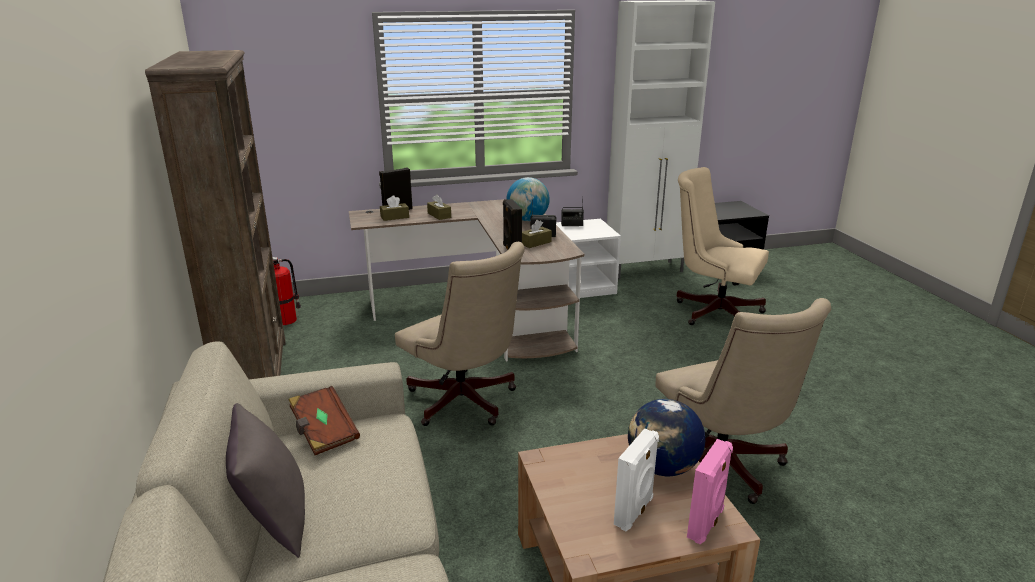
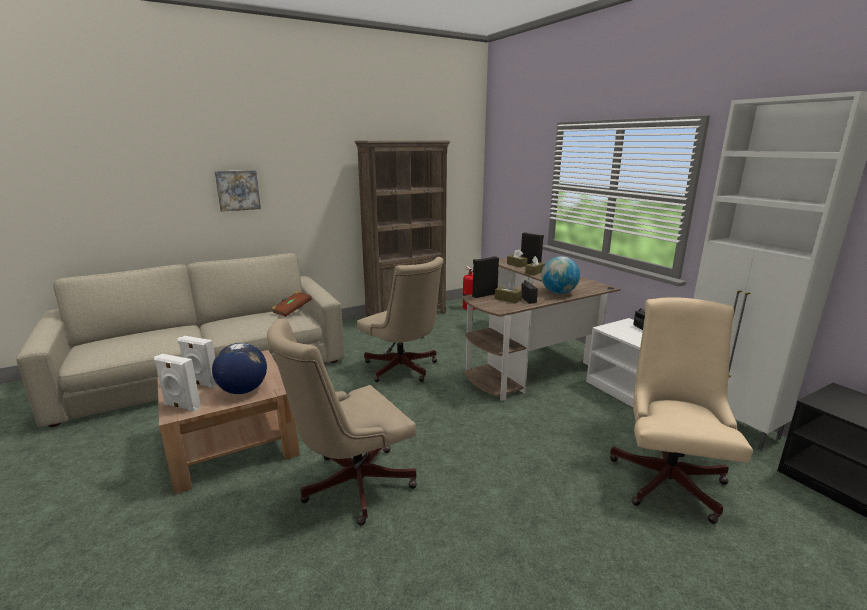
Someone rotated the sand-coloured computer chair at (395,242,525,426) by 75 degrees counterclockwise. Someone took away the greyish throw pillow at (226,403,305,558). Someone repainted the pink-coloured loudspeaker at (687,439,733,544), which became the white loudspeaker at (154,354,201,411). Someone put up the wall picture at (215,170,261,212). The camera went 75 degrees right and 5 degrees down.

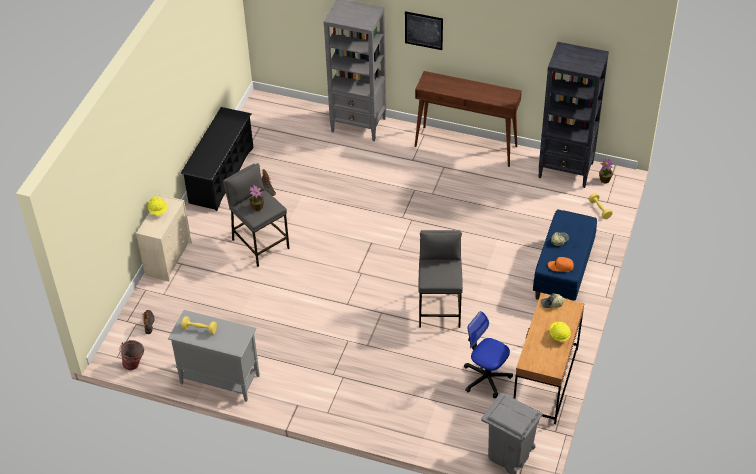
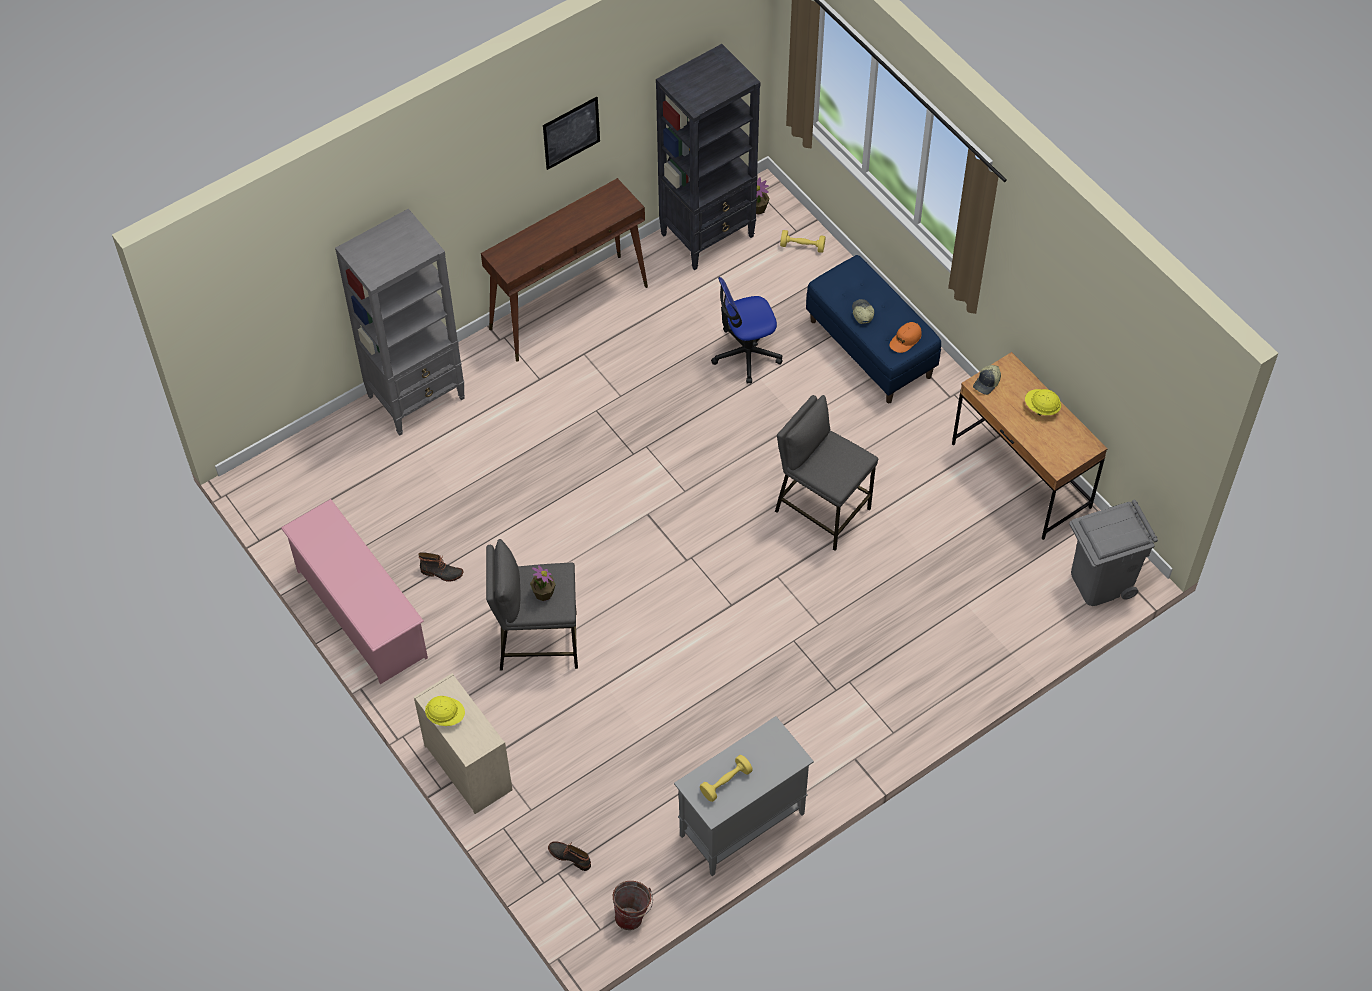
Someone carried the wall picture from (405,11,443,50) to (543,97,600,170). Someone repainted the black-coloured shoe shelf at (180,107,253,211), which became the pink-coloured shoe shelf at (281,499,428,684). Someone carried the computer chair from (464,311,513,398) to (711,277,783,384). The camera went 55 degrees left and 10 degrees up.

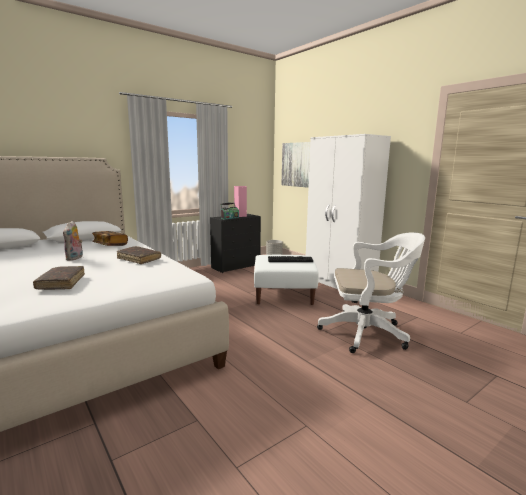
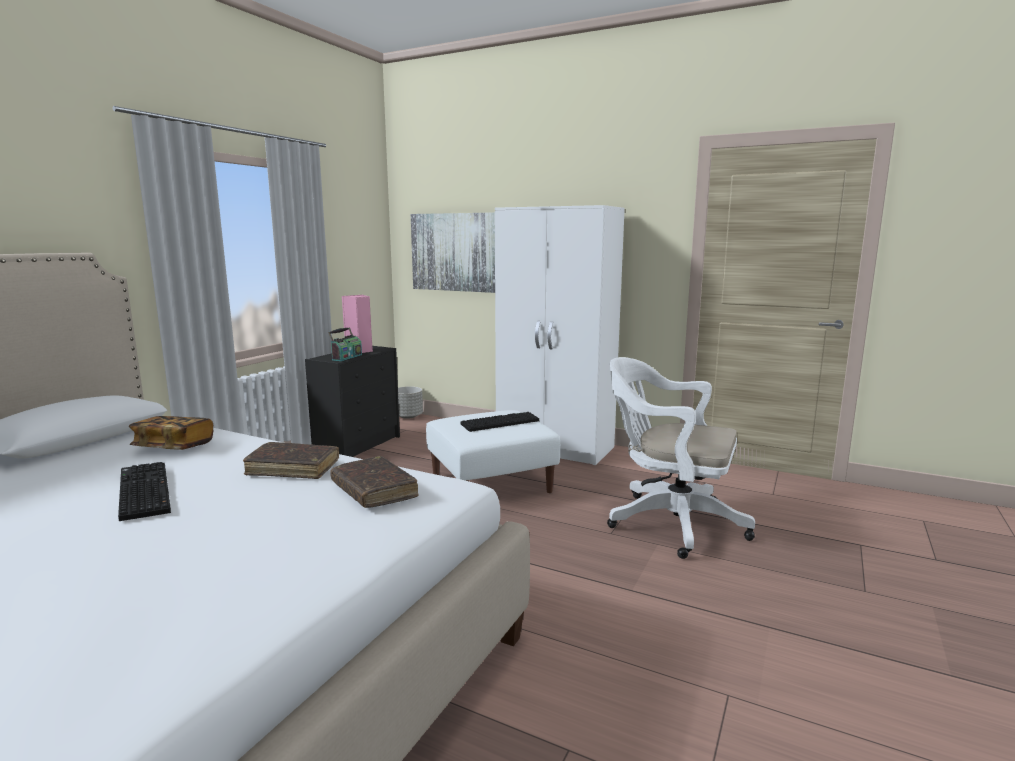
Someone swapped the soft toy at (63,221,83,261) for the computer keyboard at (118,462,171,521). Someone rotated the white computer chair at (317,232,425,353) by 135 degrees counterclockwise. Someone carried the brown bound book from (33,266,85,290) to (330,456,419,508). The camera went 25 degrees left and 0 degrees up.

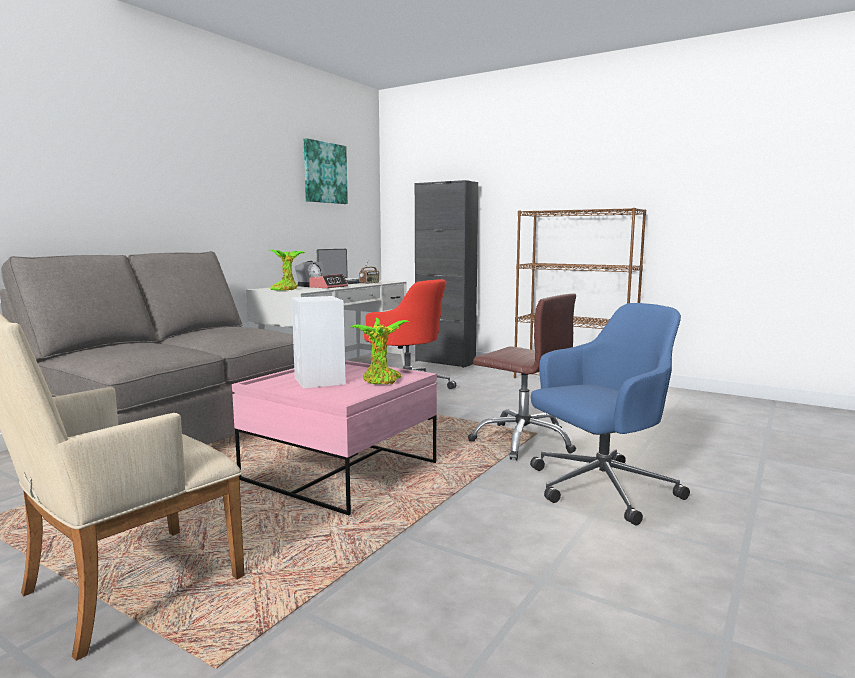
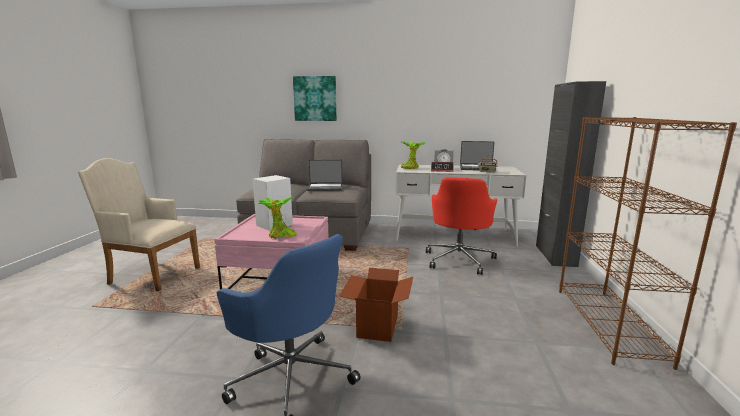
Someone carried the wall picture from (304,138,348,204) to (293,76,337,121). Someone swapped the brown computer chair at (468,293,576,460) for the cardboard box at (339,268,413,342). Someone put down the portable computer at (307,160,343,191). The camera went 65 degrees right and 5 degrees up.

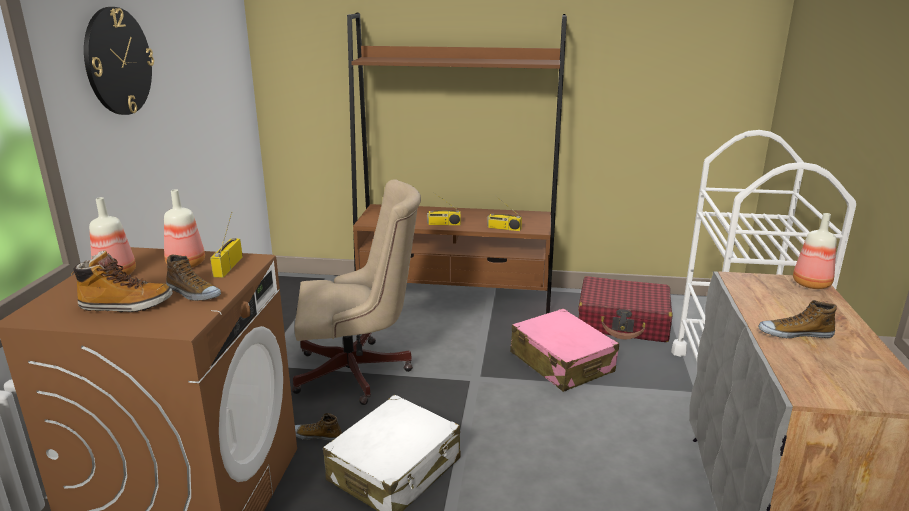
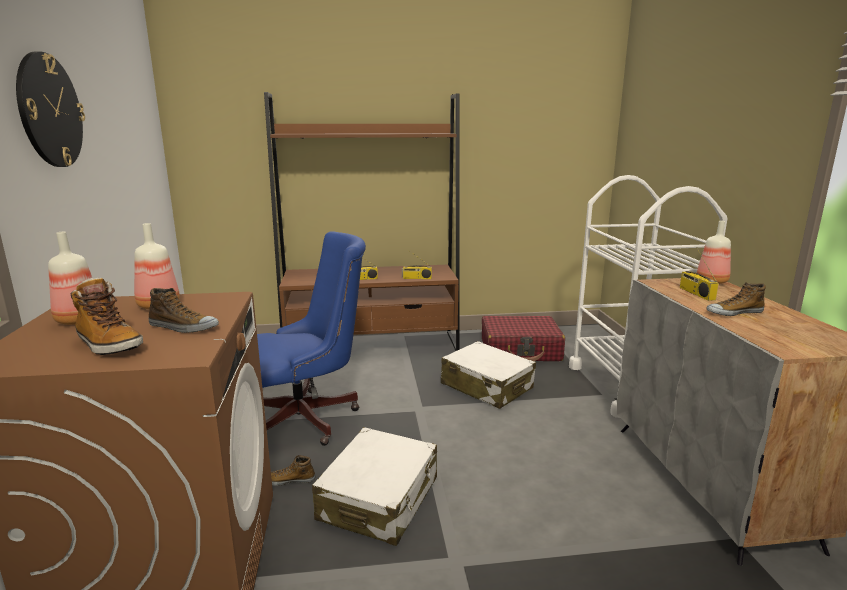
Someone repainted the sand-coloured computer chair at (292,179,421,405), which became the bluish computer chair at (257,231,366,446). Someone carried the radio from (210,212,243,278) to (680,247,719,301). Someone rotated the tall boot at (71,251,173,312) by 60 degrees clockwise. Someone repainted the pink-coloured piece of luggage at (510,308,619,392), which became the white piece of luggage at (441,341,536,409). The camera went 15 degrees left and 5 degrees down.

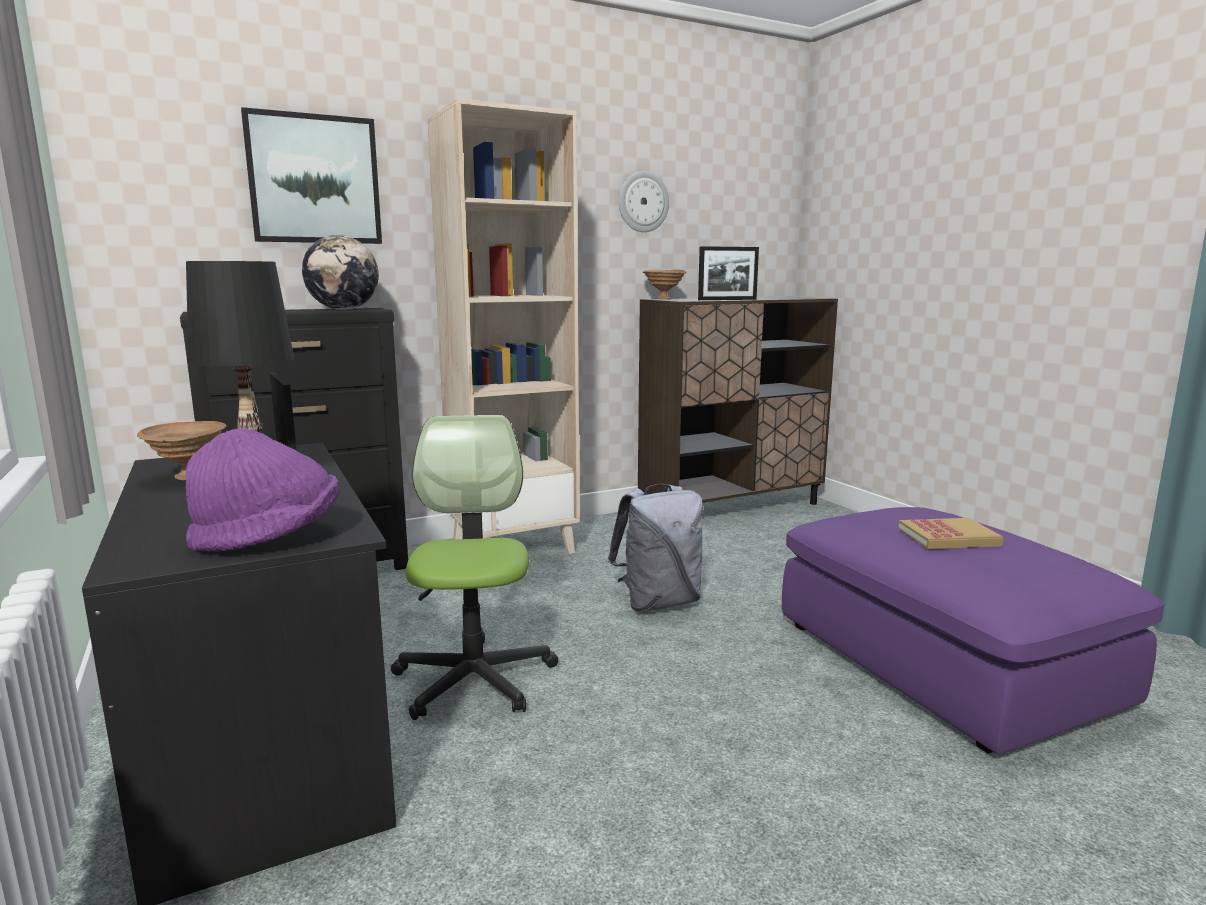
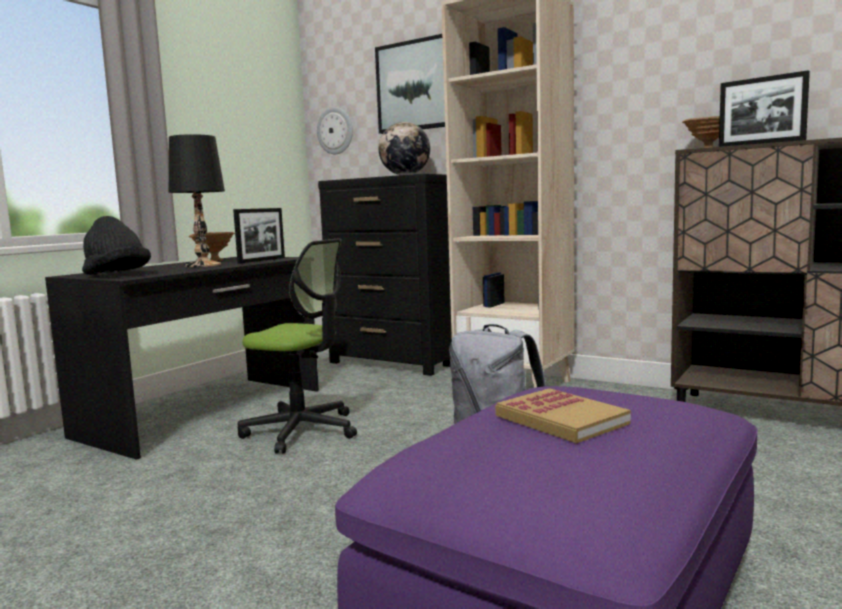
Someone carried the clock on the wall from (619,171,669,232) to (317,107,353,154). Someone rotated the computer chair at (391,415,558,720) by 60 degrees clockwise. Someone repainted the purplish hat at (186,428,340,552), which became the black-coloured hat at (82,216,151,275). The camera went 60 degrees right and 5 degrees down.

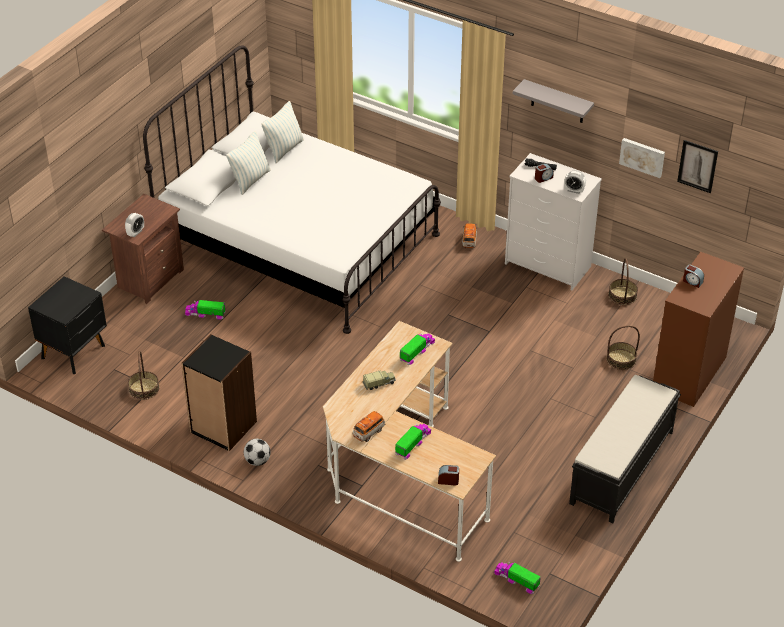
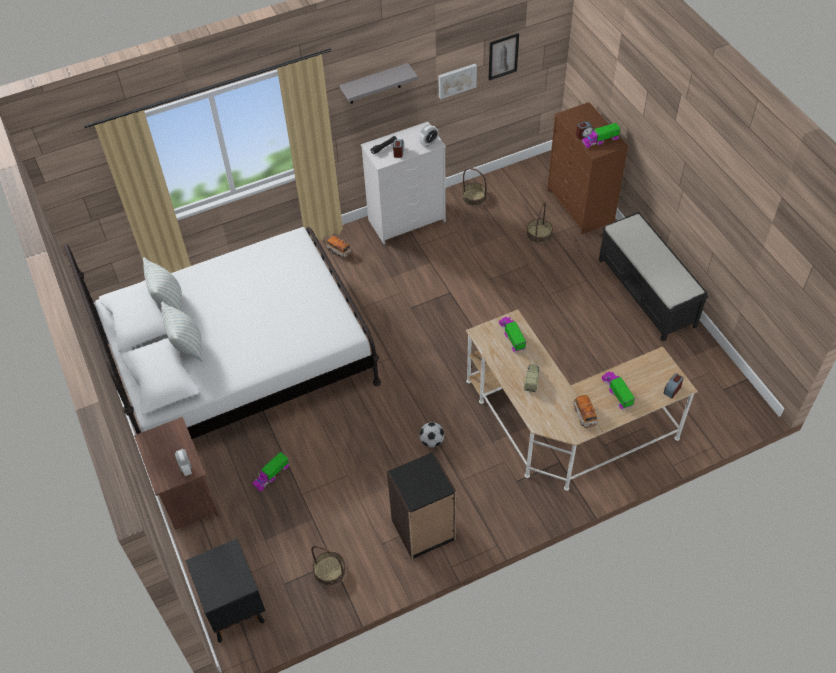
Someone carried the ball for football from (244,439,271,466) to (419,422,444,448). Someone carried the toy lorry from (494,562,541,594) to (582,123,621,148). The camera went 55 degrees left and 10 degrees up.

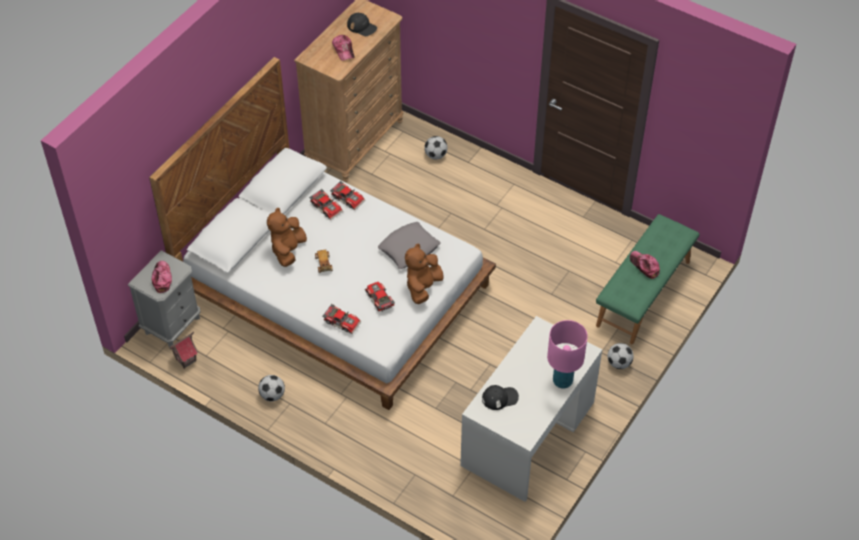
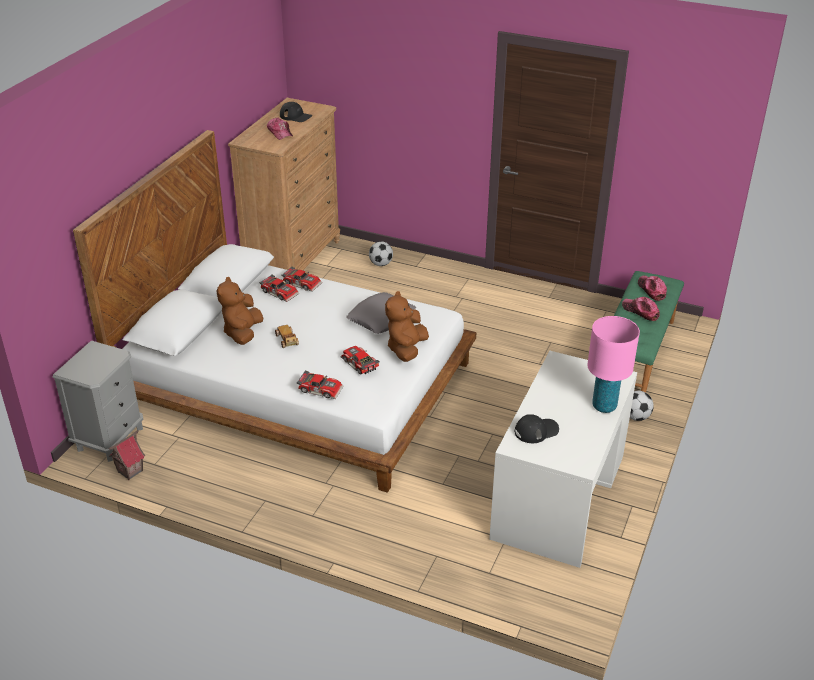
Someone carried the peaked cap from (152,261,172,293) to (638,276,667,301). Someone took away the ball for football at (258,375,285,401). The camera went 10 degrees left and 15 degrees down.

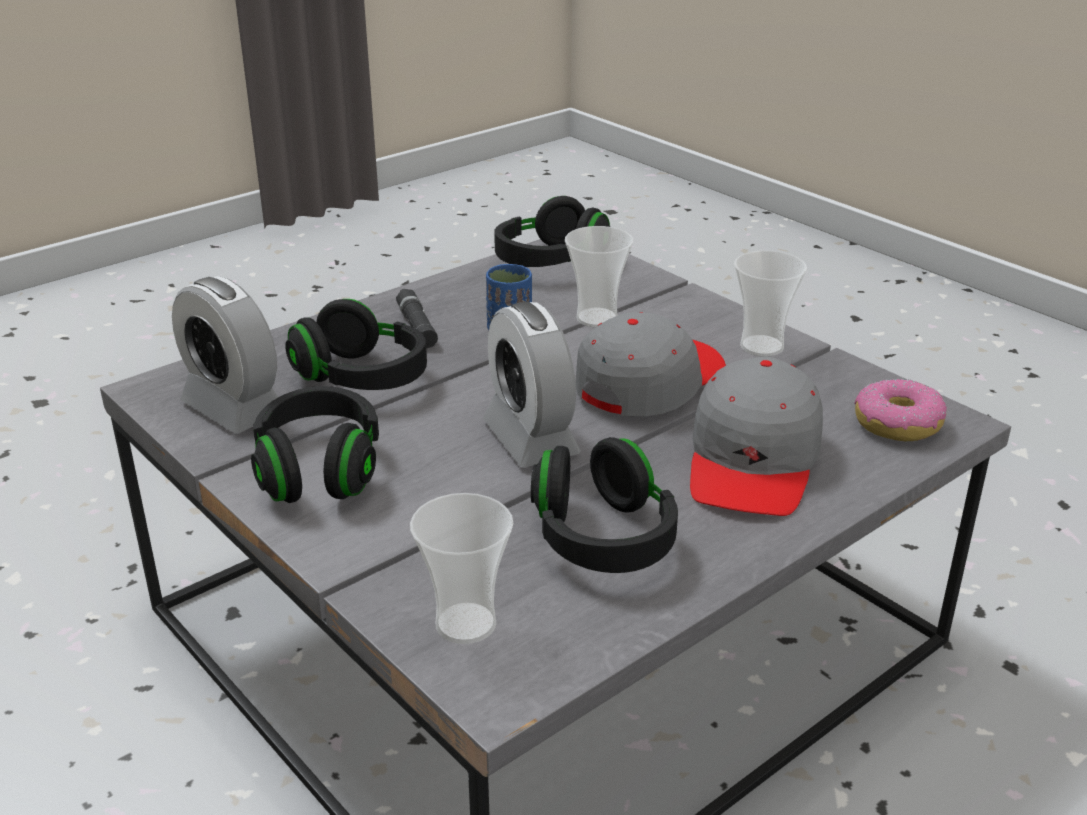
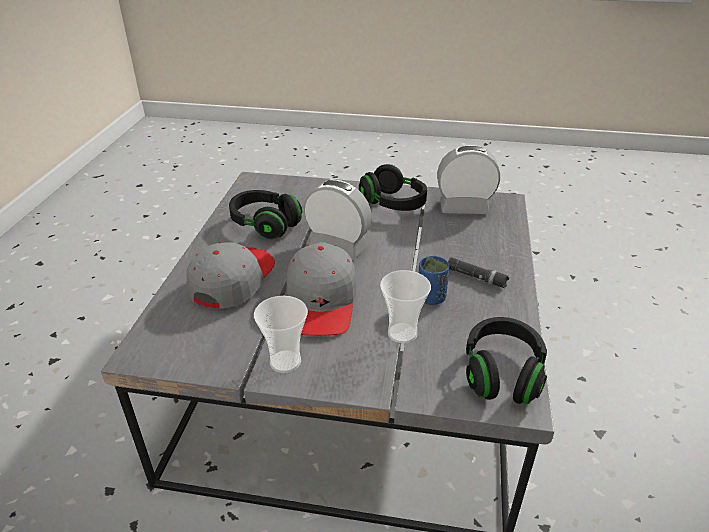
Someone took away the black-coloured headphones at (285,299,427,390). Someone rotated the greyish peaked cap at (690,356,823,516) by 45 degrees clockwise. Someone took away the ring doughnut at (854,379,947,441). Someone took away the drinking cup at (410,493,513,644). The camera went 140 degrees right and 5 degrees up.

